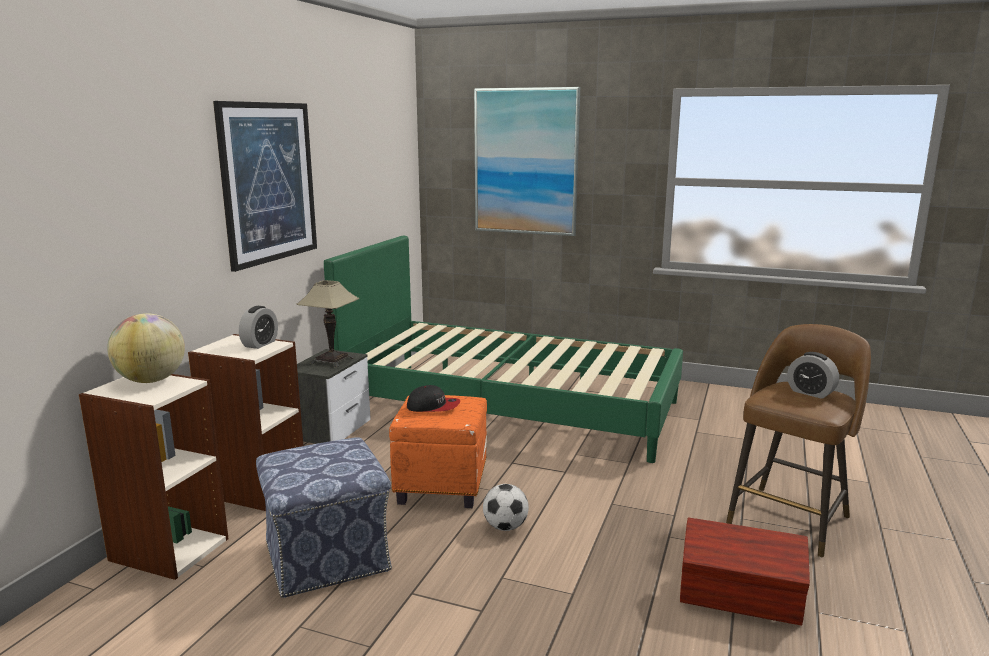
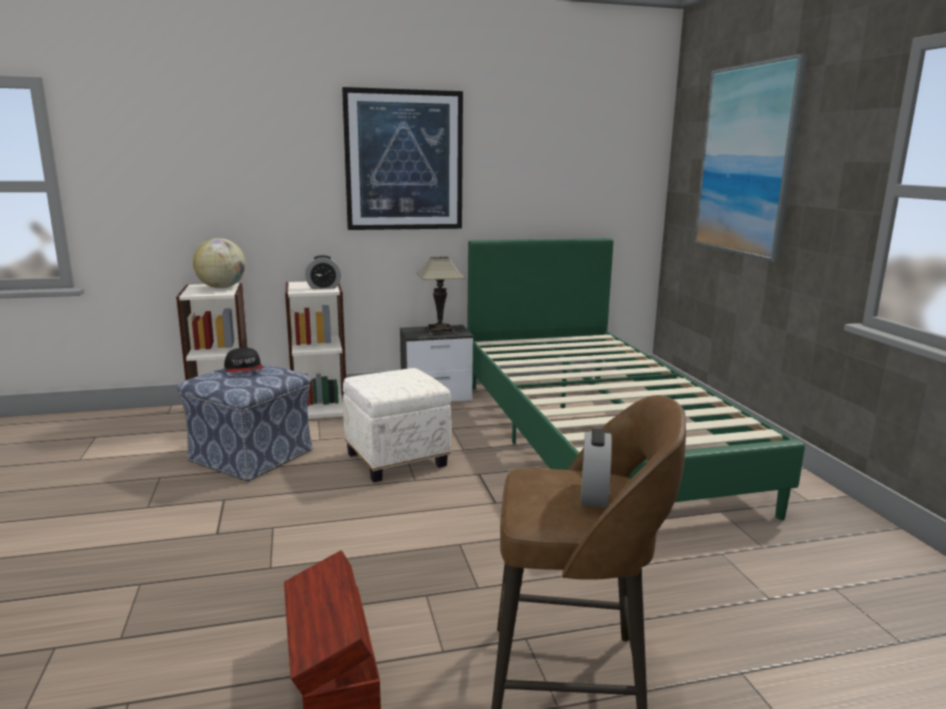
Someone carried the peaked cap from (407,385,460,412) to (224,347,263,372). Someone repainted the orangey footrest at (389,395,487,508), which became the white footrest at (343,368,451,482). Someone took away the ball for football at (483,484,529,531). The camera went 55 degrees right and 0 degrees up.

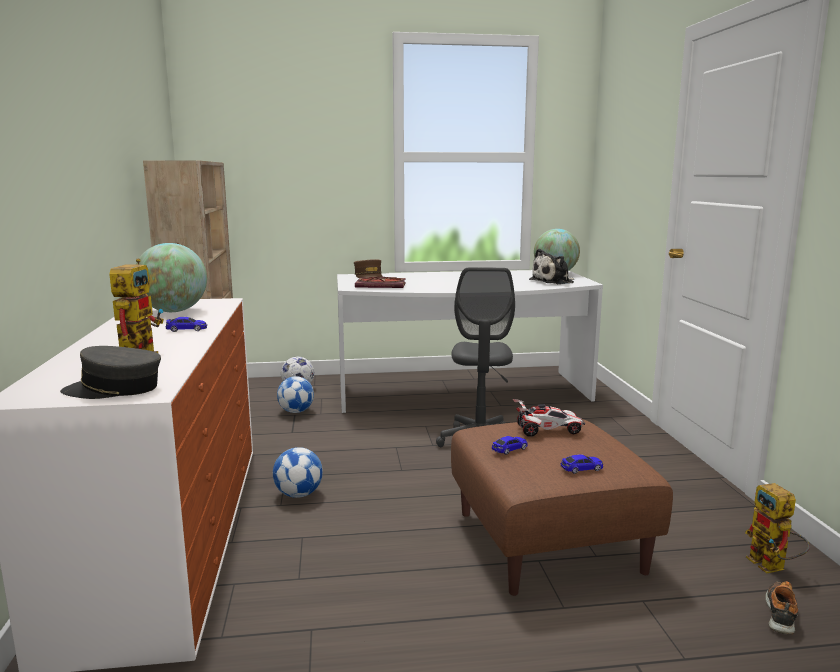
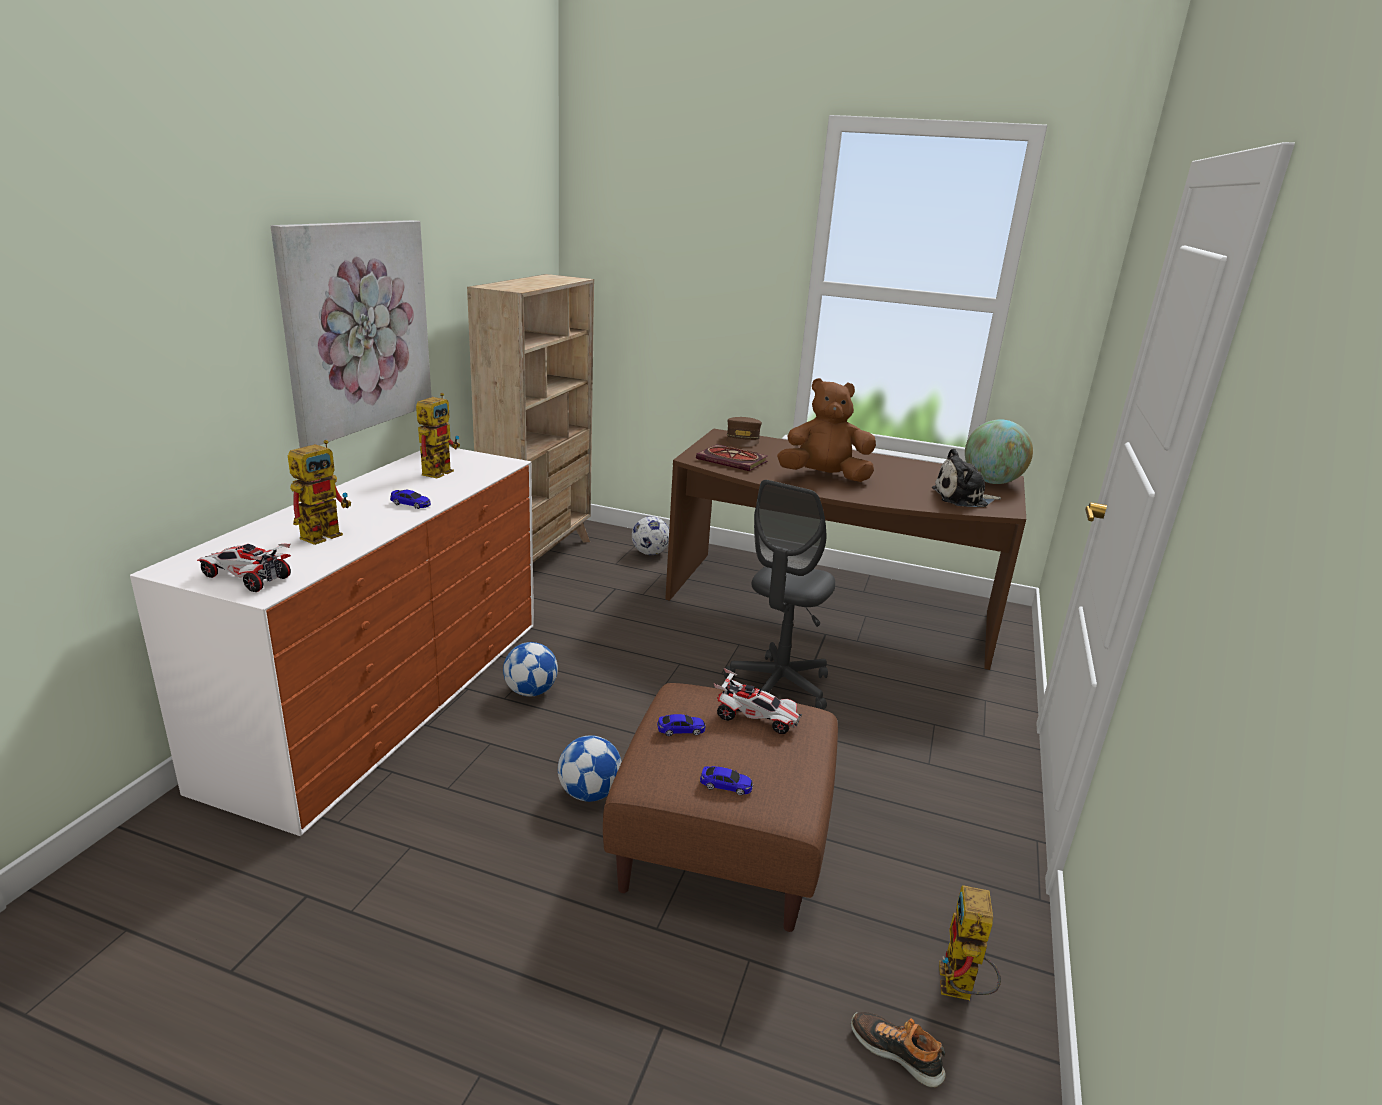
Someone swapped the desk globe at (136,243,207,312) for the model robot at (416,393,460,478). Someone repainted the white desk table at (337,271,603,413), which became the brown desk table at (665,428,1026,670). Someone swapped the greyish peaked cap at (60,346,161,399) for the toy car at (197,544,291,592). Someone carried the ball for football from (277,376,314,413) to (558,735,622,802). Someone rotated the shoe at (765,581,798,634) by 105 degrees counterclockwise. Someone put up the wall picture at (271,220,432,448). Someone put down the brown soft toy at (777,378,876,482). The camera went 25 degrees right and 10 degrees up.

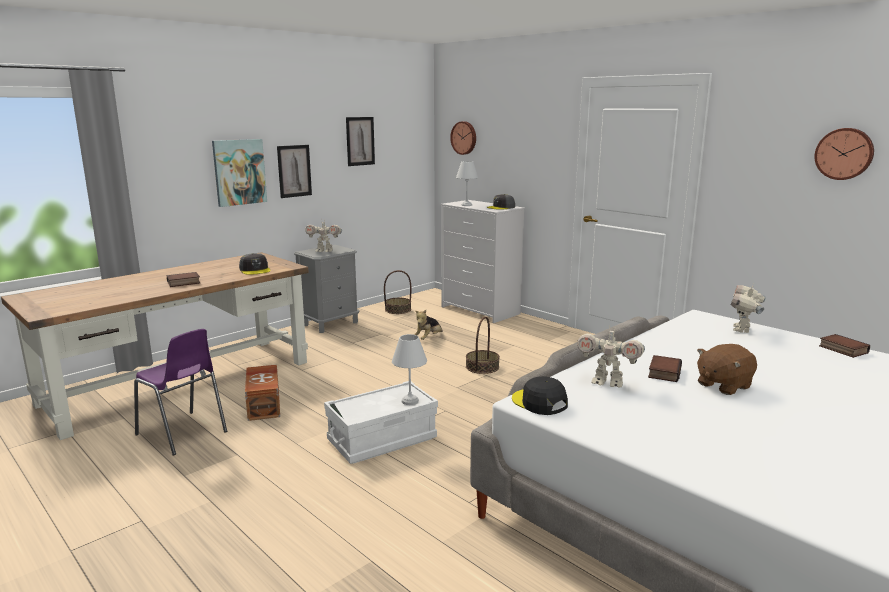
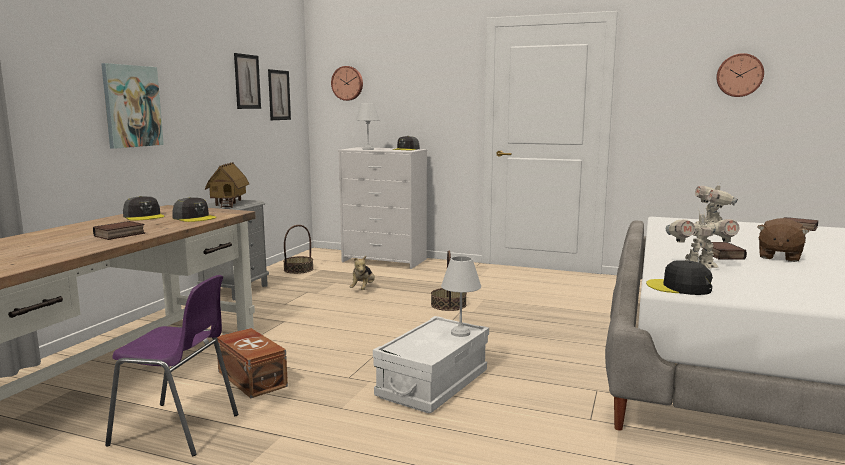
Someone carried the wall picture from (277,145,312,198) to (268,69,291,120). Someone swapped the model robot at (305,222,342,252) for the miniature house at (205,162,249,208). Someone put down the greyish peaked cap at (123,196,165,221). The camera went 25 degrees left and 5 degrees down.

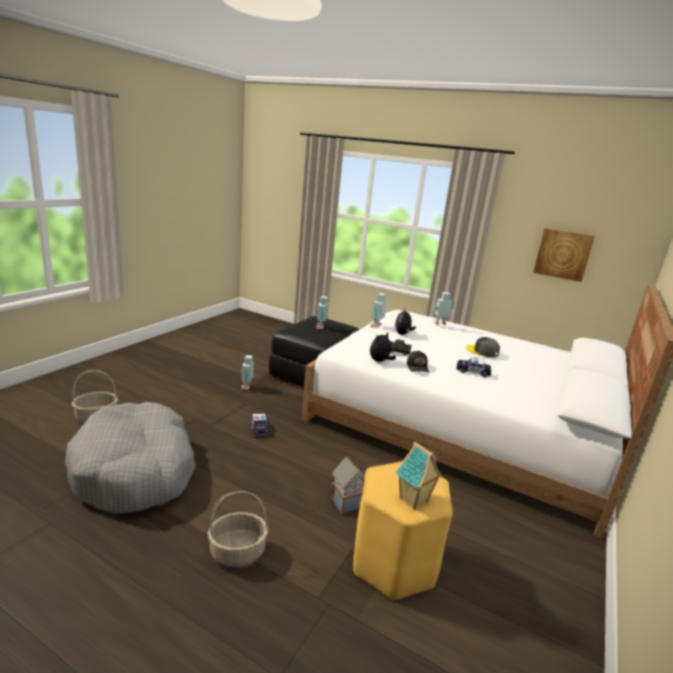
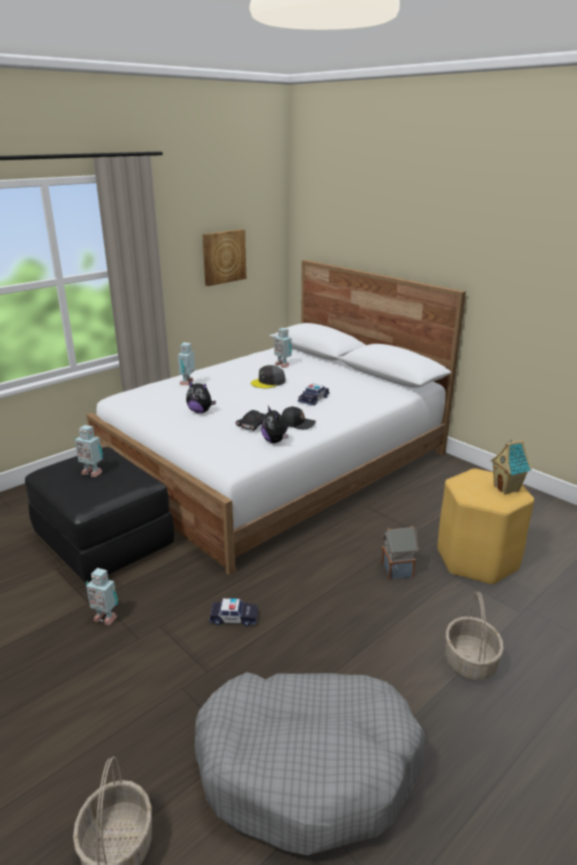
Someone carried the model robot from (370,293,387,328) to (274,328,292,368). The camera went 70 degrees left and 5 degrees up.

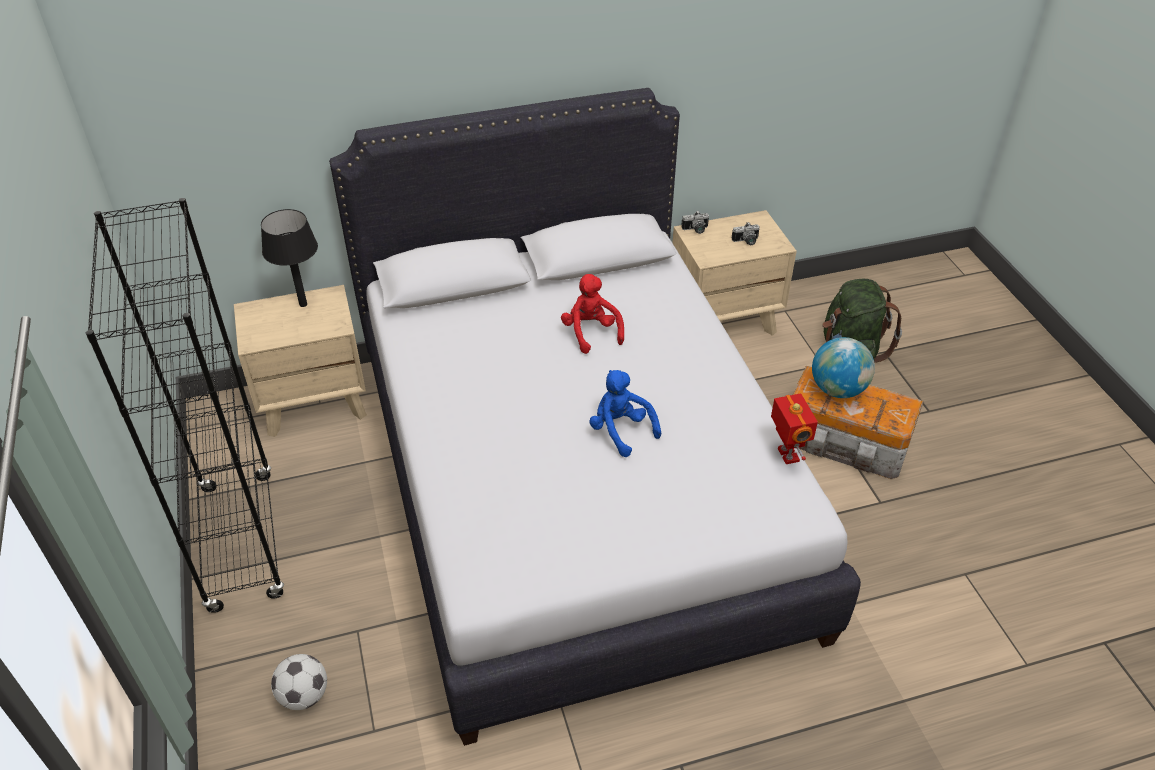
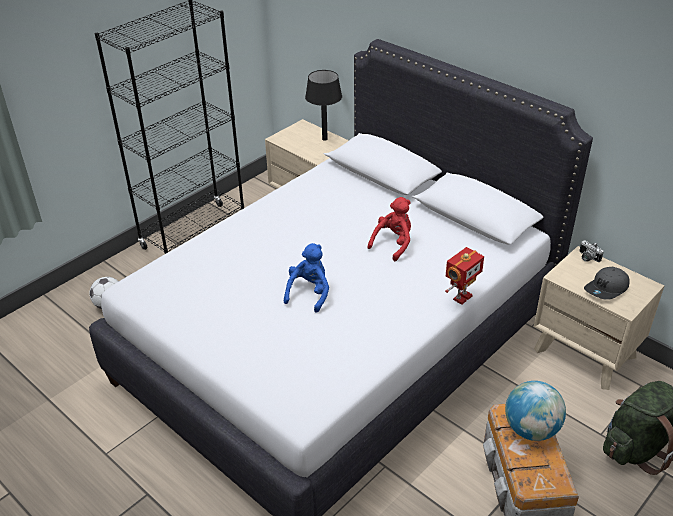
Someone swapped the still camera at (731,222,760,245) for the greyish peaked cap at (584,267,630,300). Someone carried the model robot from (771,393,818,464) to (445,247,484,305). The camera went 60 degrees right and 5 degrees down.

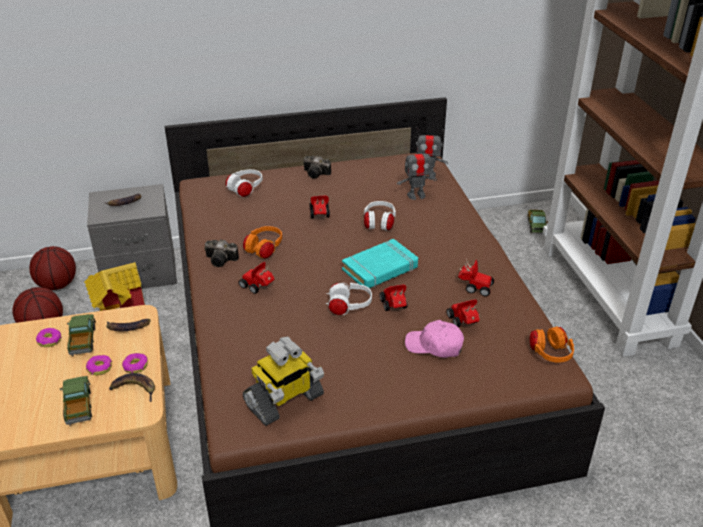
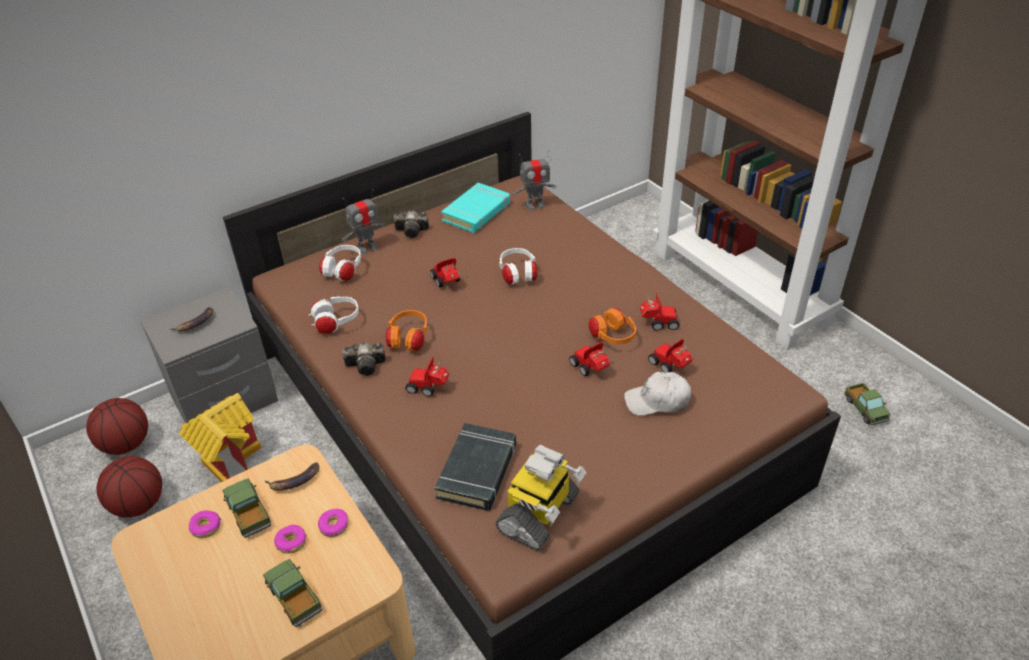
Someone carried the model robot from (397,146,437,200) to (342,189,386,254). Someone carried the toy lorry from (527,210,548,234) to (844,383,891,425). Someone carried the turquoise bound book from (342,239,418,289) to (441,183,510,233). Someone carried the white headphones from (326,283,372,315) to (309,296,359,334). Someone repainted the pink-coloured peaked cap at (405,320,464,358), which became the white peaked cap at (624,372,691,416). Someone carried the orangey headphones from (530,327,574,363) to (589,308,636,344). Someone took away the banana fruit at (109,373,155,402). Someone put down the black-coloured bound book at (435,423,516,511). The camera went 20 degrees left and 5 degrees up.

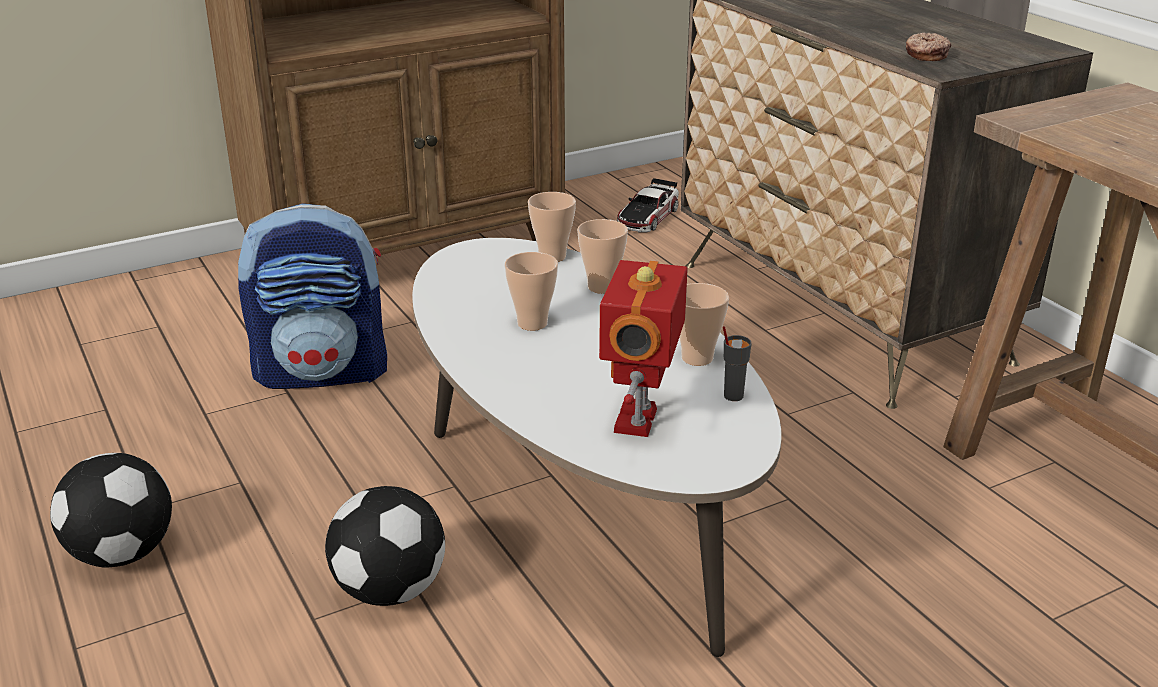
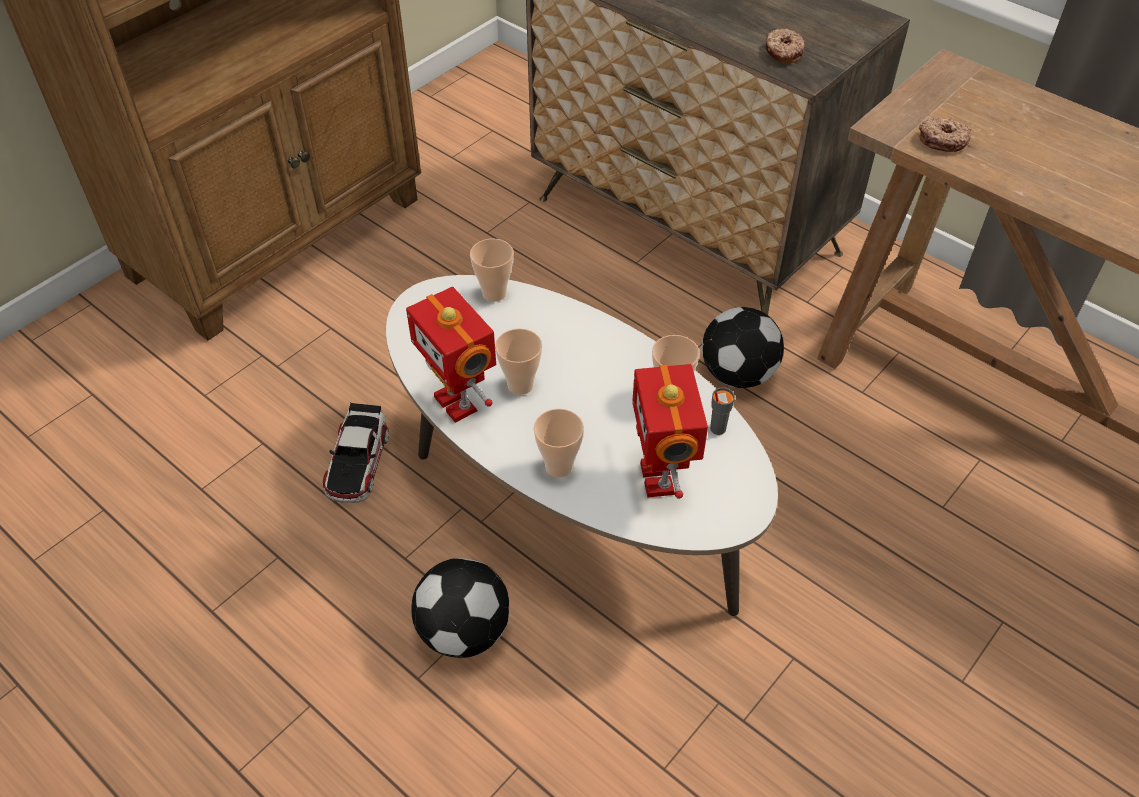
Someone carried the toy car from (617,178,679,233) to (323,403,389,503). Someone took away the rucksack at (238,203,387,389). Someone carried the drinking cup from (577,219,628,294) to (534,409,584,478). Someone carried the ball for football from (50,453,172,567) to (702,307,784,388). Someone put down the ring doughnut at (919,118,971,152). Someone put down the model robot at (406,287,496,423). The camera went 20 degrees left and 20 degrees up.

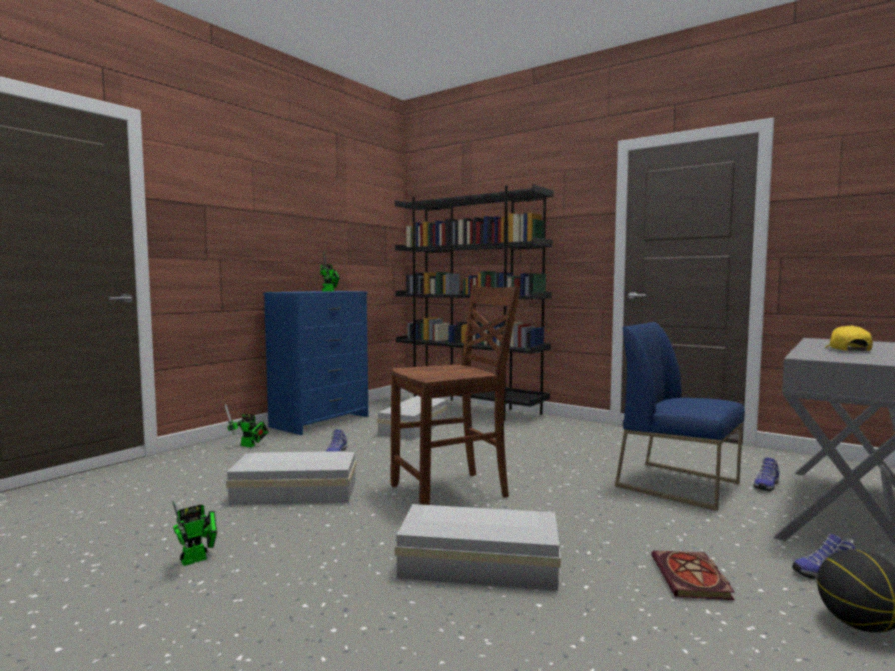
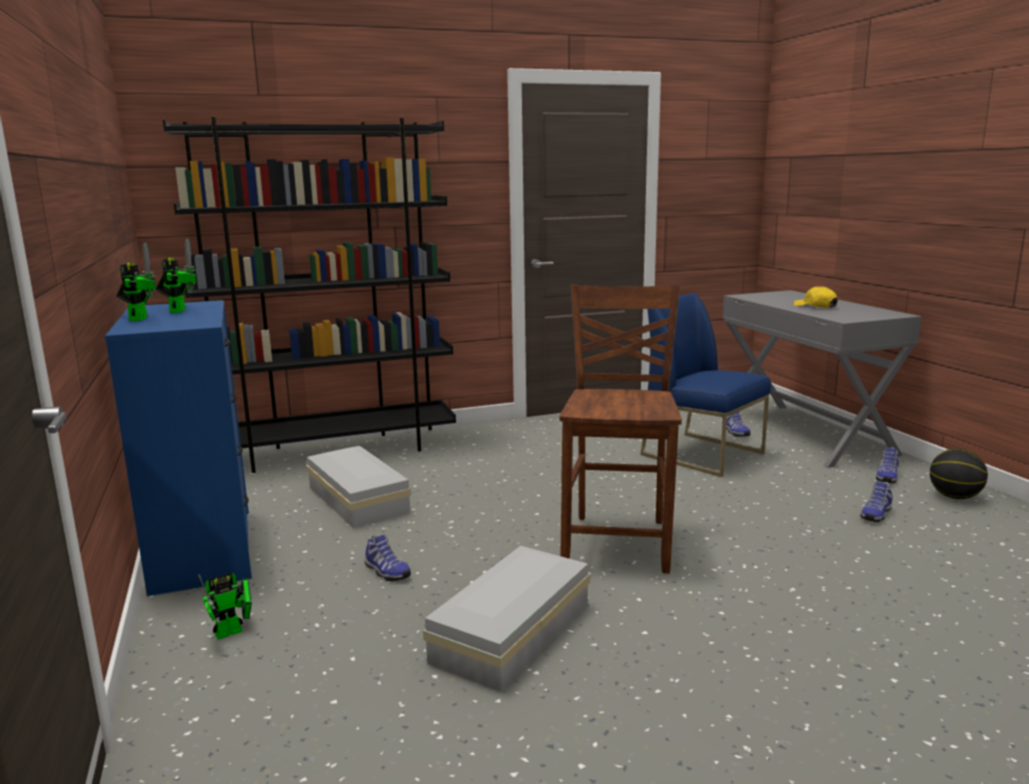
Someone rotated the bluish chair at (615,322,745,511) by 60 degrees clockwise. Someone carried the model robot from (172,500,217,566) to (117,242,156,321). Someone took away the white storage container at (395,504,561,591). Someone swapped the bound book at (652,550,735,600) for the shoe at (860,482,893,522). The camera went 55 degrees left and 10 degrees up.

